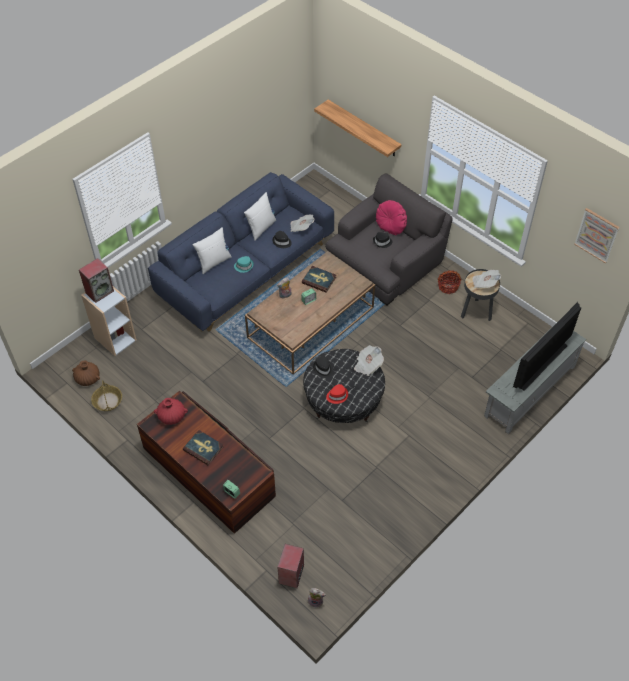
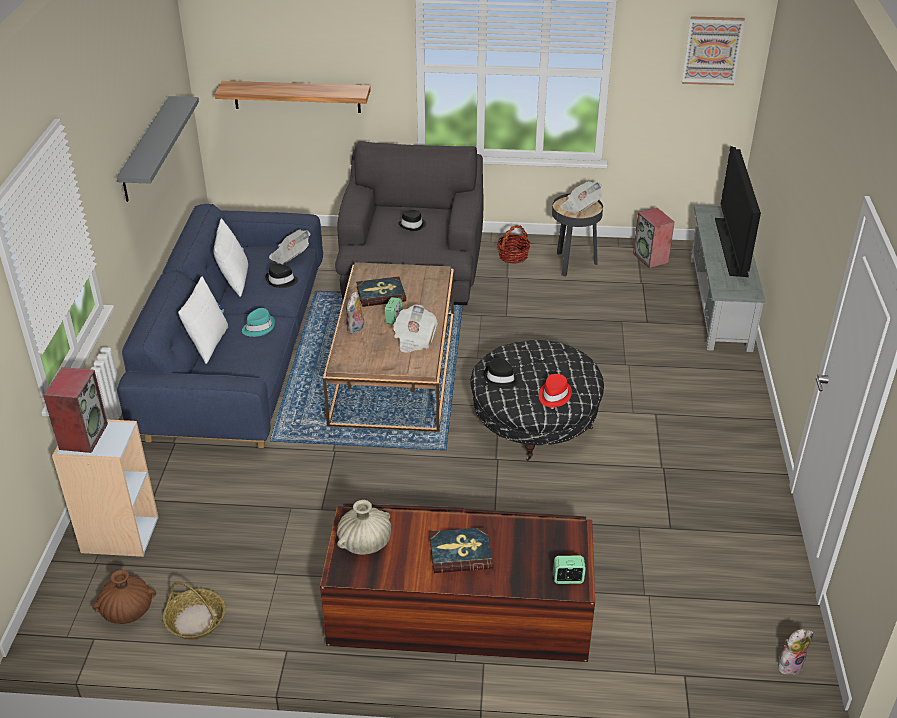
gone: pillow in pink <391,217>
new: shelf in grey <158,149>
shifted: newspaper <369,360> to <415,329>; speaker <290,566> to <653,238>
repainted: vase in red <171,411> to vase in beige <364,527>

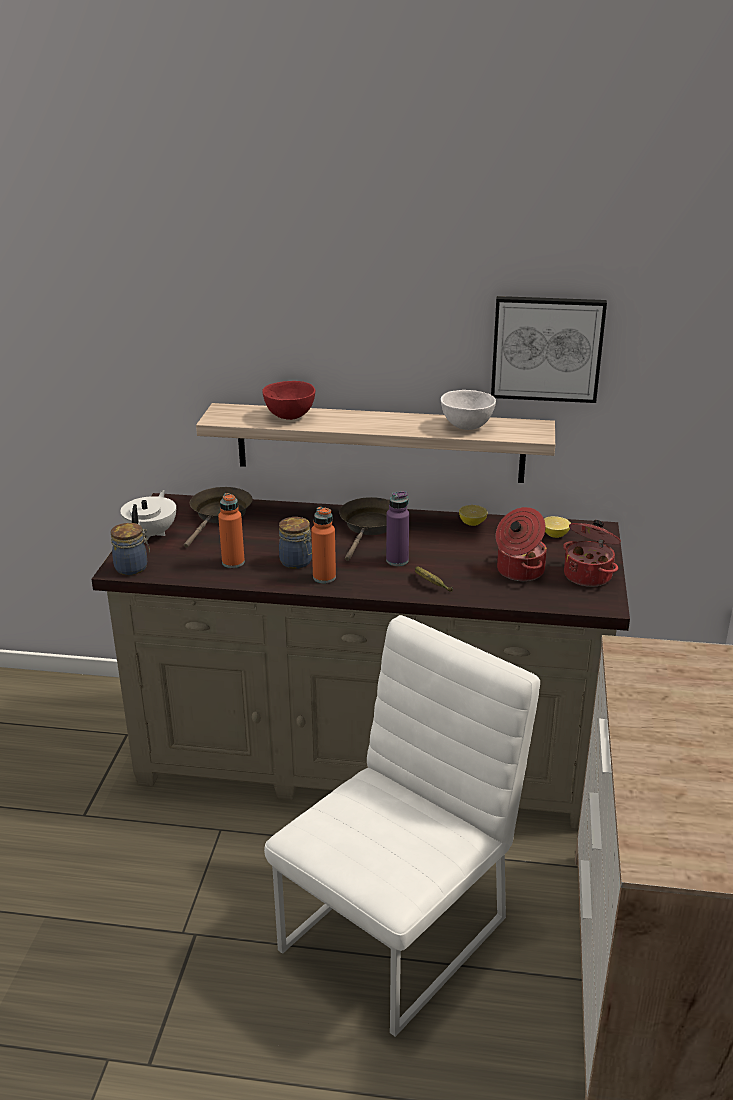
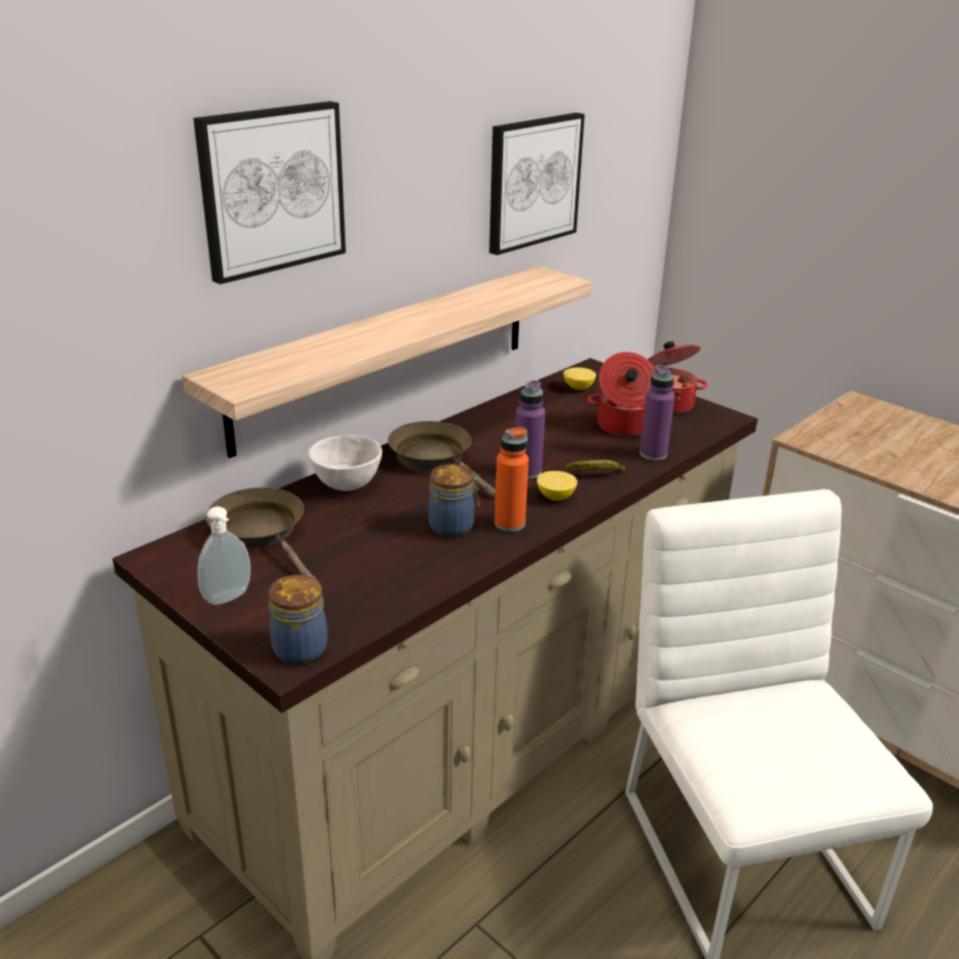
gone: bowl in red <288,400>; bottle in orange <231,530>
new: picture <269,192>; bottle in purple <657,413>
shifted: bowl in white <468,410> to <345,463>; lemon <473,515> to <557,486>
swapped: teapot in white <148,514> to soap dispenser <224,555>

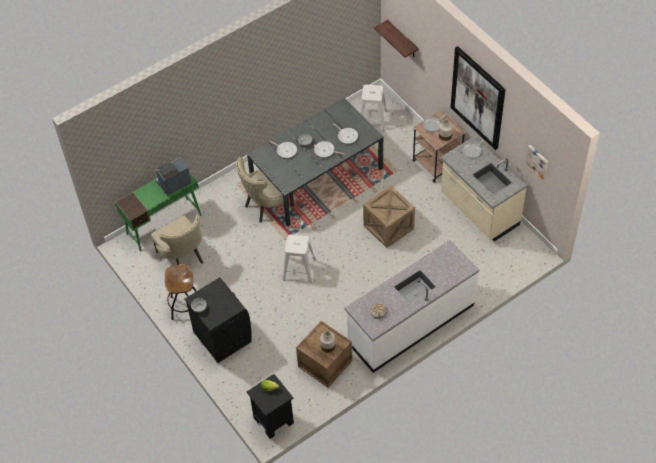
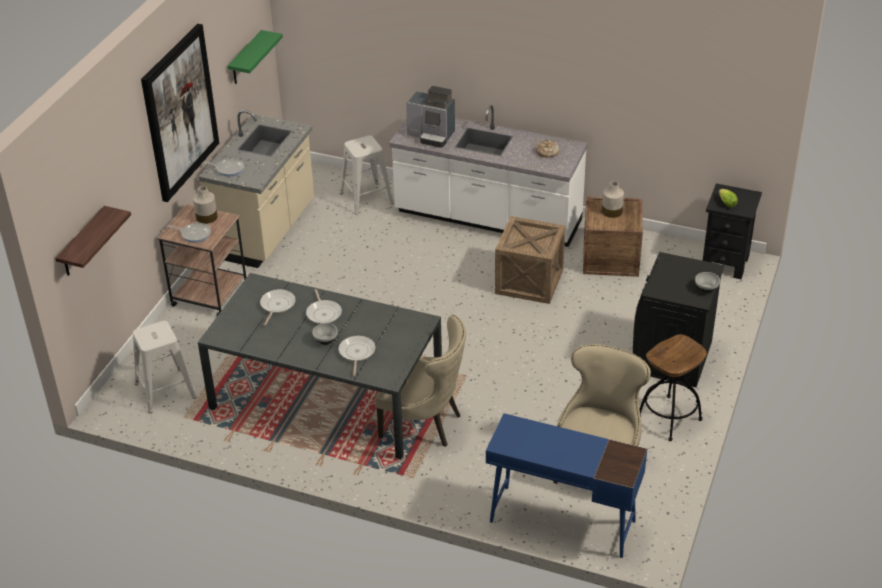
shifted: coffee machine <173,176> to <430,117>; crate <389,217> to <530,260>; stool in white <299,258> to <367,175>
swapped: picture <536,162> to shelf in green <255,57>
repainted: desk in green <158,212> to desk in blue <566,485>

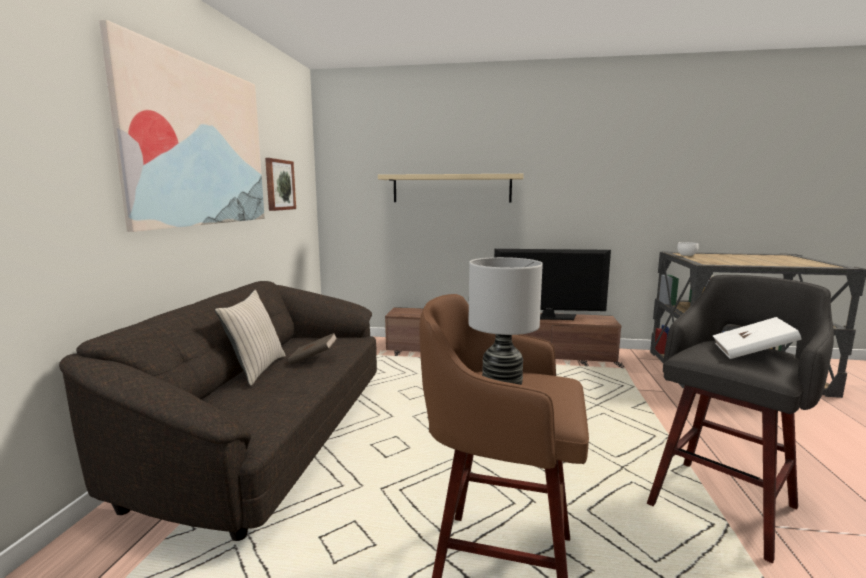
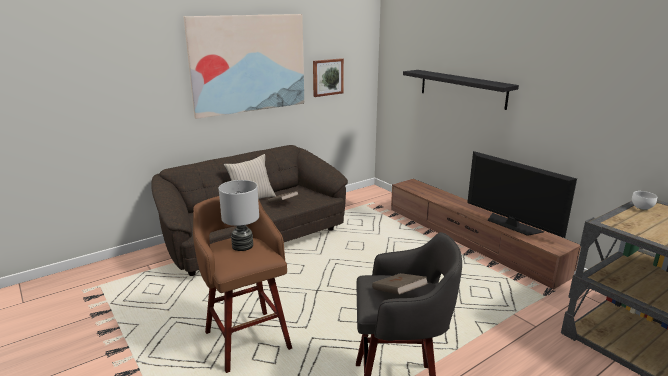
repainted: shelf in beige <451,188> to shelf in black <461,90>; book in white <757,338> to book in brown <400,284>

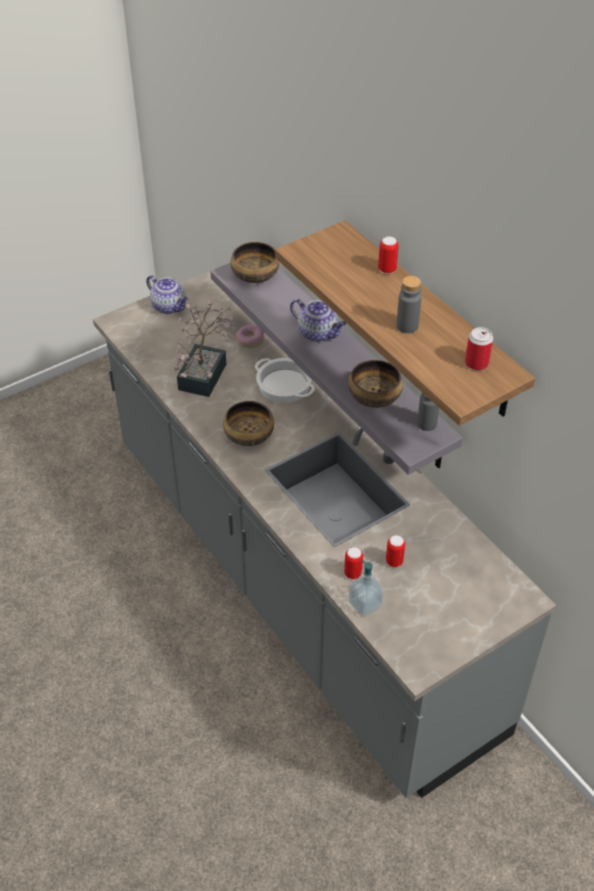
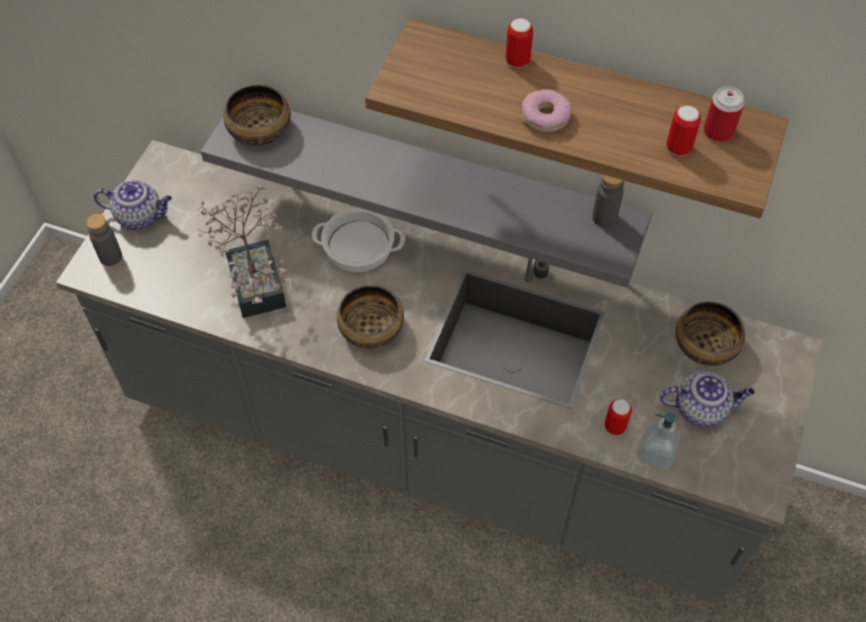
shifted: bottle in grey <409,304> to <104,240>; teapot <318,320> to <707,399>; donut <250,336> to <547,110>; bowl <375,384> to <710,333>; can <395,551> to <683,131>

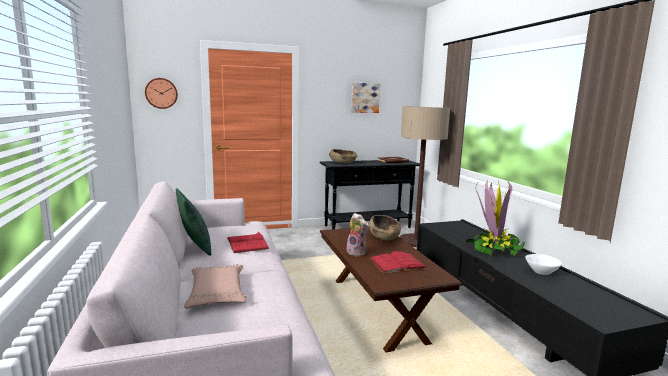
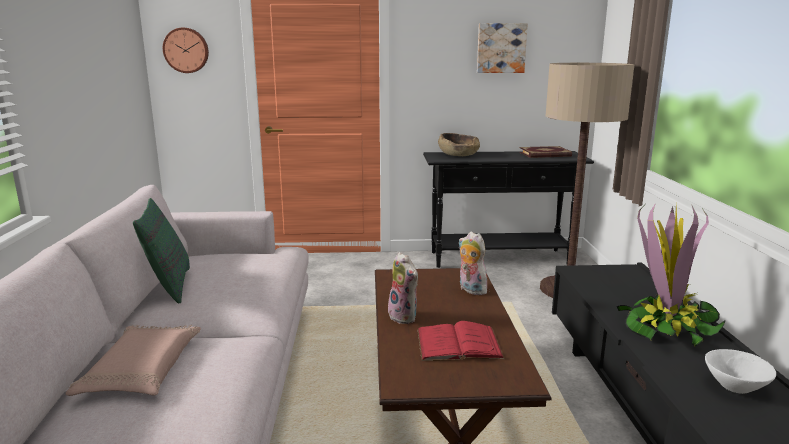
gone: book in red <248,242>
swapped: bowl in brown <385,227> to plush toy <472,263>

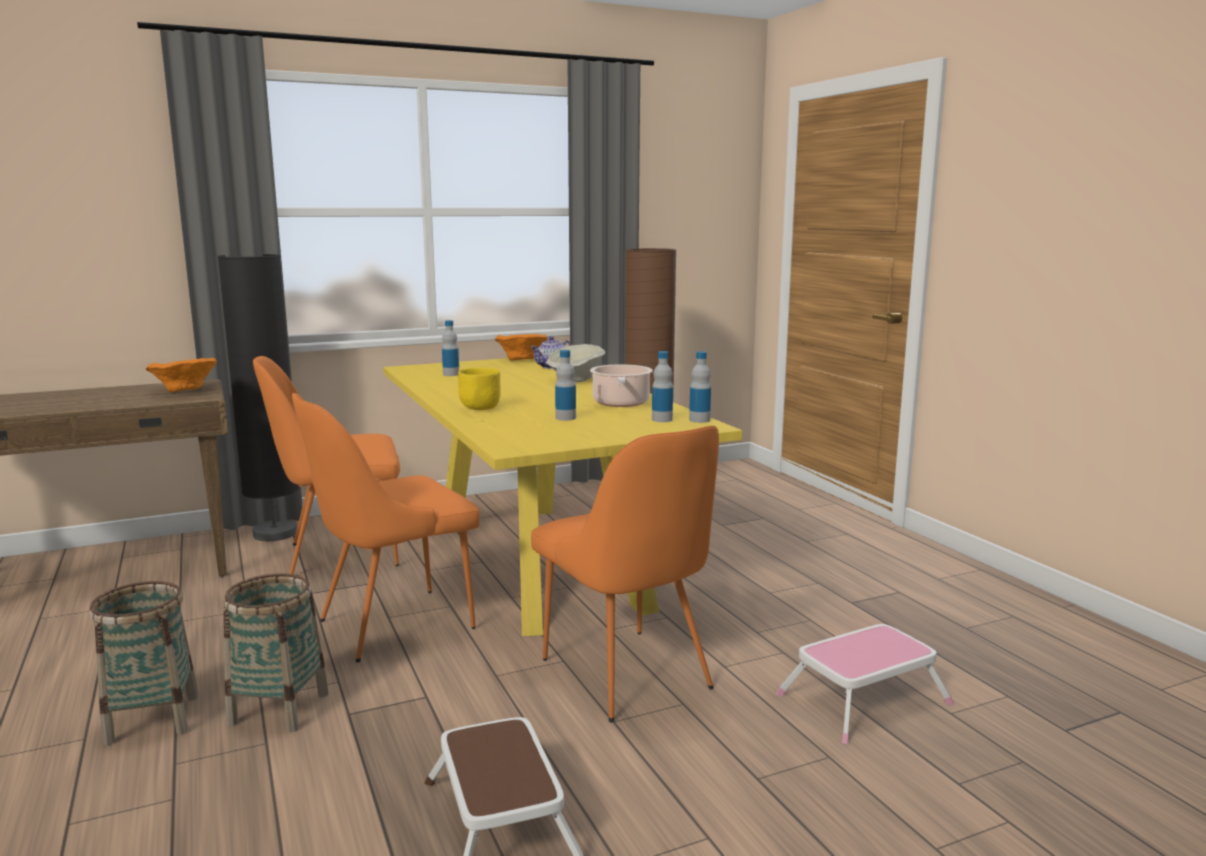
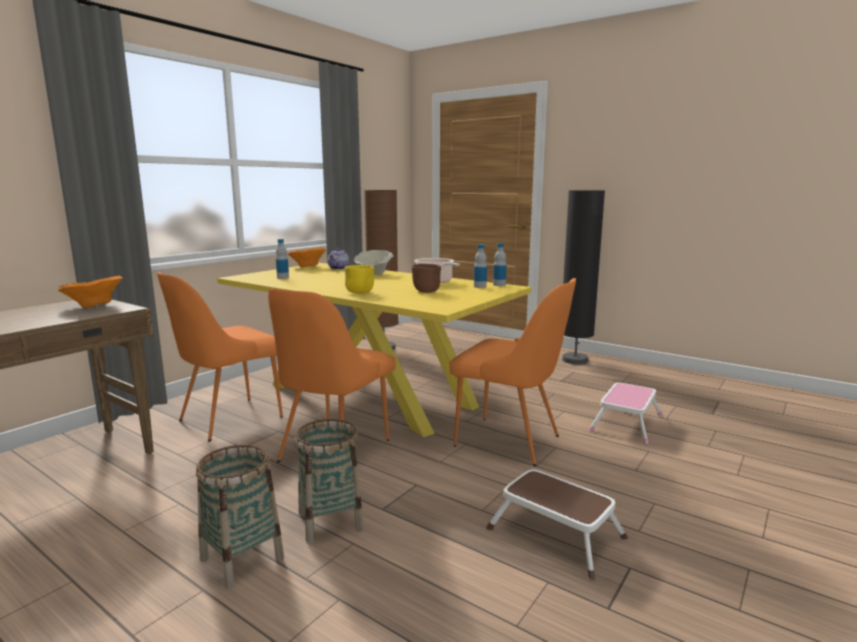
shifted: floor lamp in black <259,397> to <583,277>
swapped: bottle <565,385> to bowl in brown <426,278>

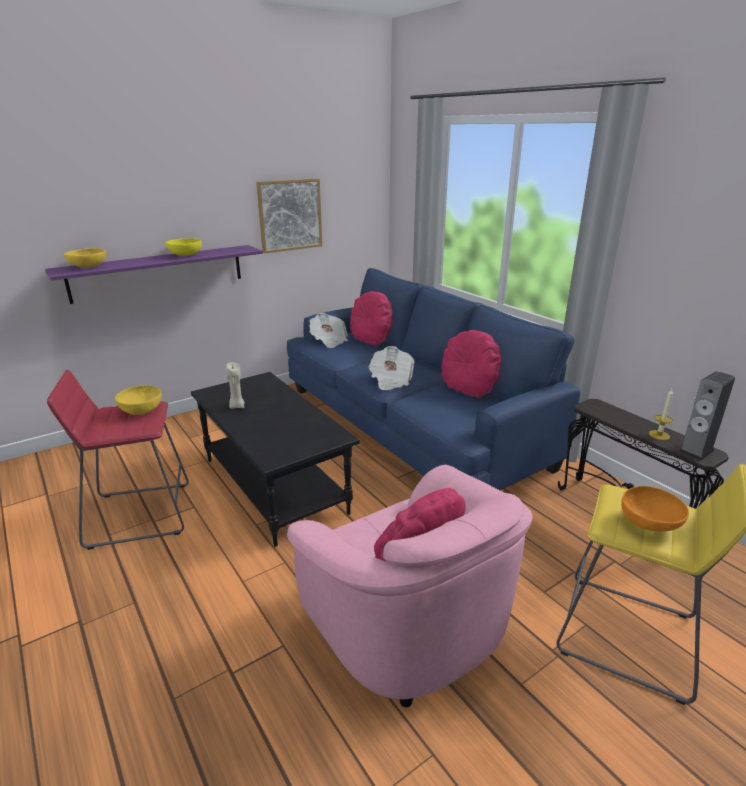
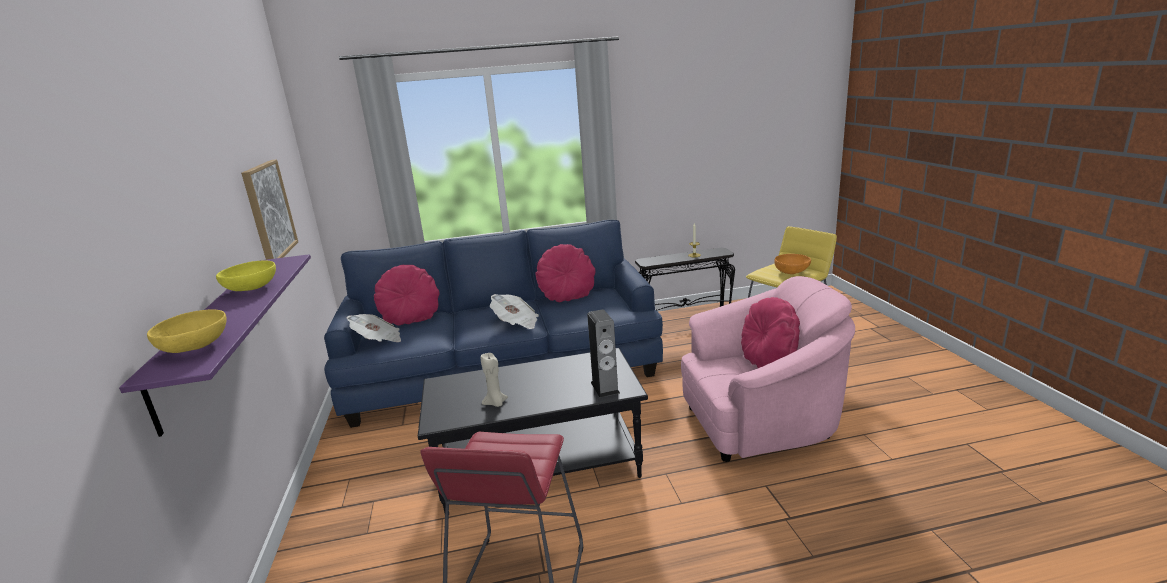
gone: bowl in yellow <138,400>
shifted: speaker <707,416> to <603,353>

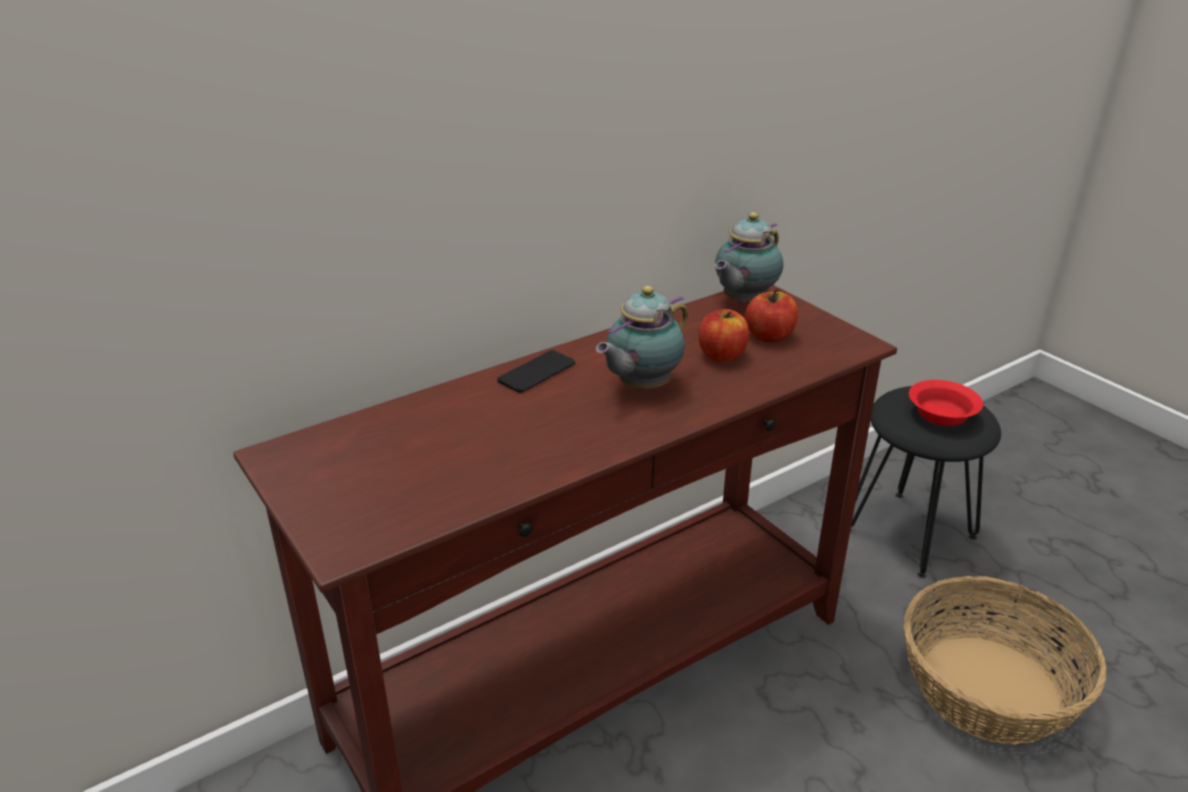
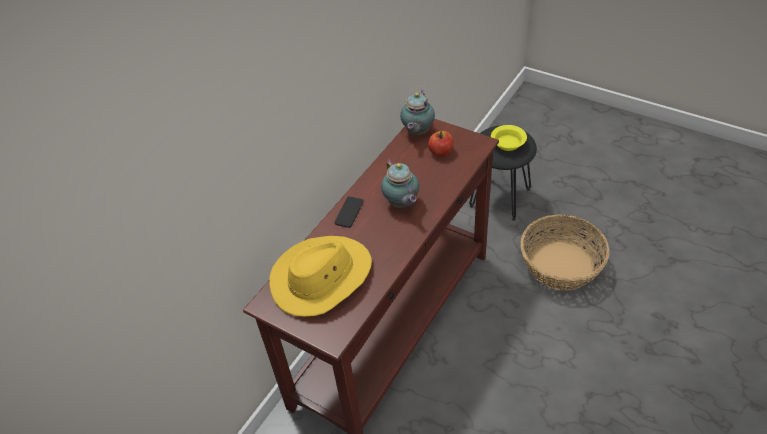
gone: apple <724,335>
new: hat in yellow <320,276>
repainted: bowl in red <946,403> to bowl in yellow <509,138>
rotated: teapot <642,337> = <400,183> 45 degrees counterclockwise

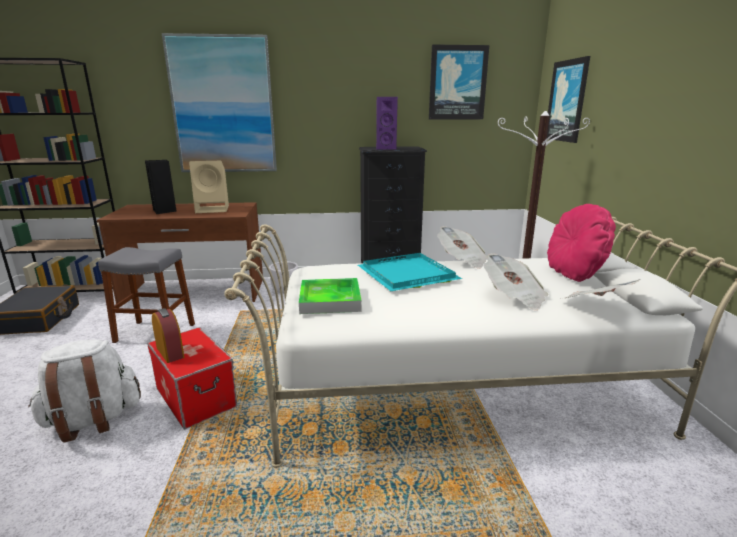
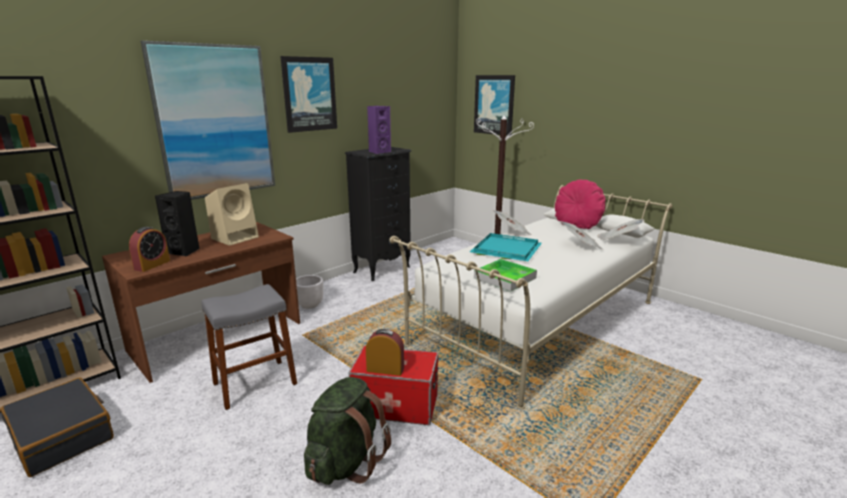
new: alarm clock <149,249>
shifted: picture <459,81> to <308,94>
repainted: backpack in white <84,391> to backpack in green <347,431>

